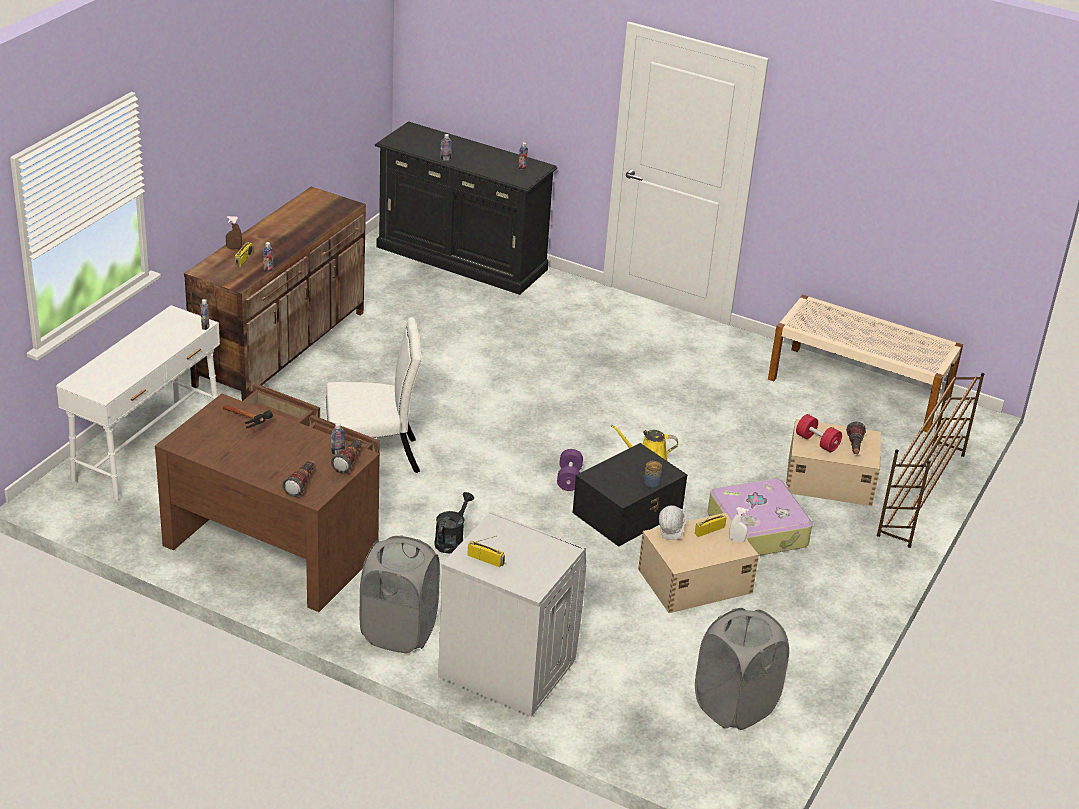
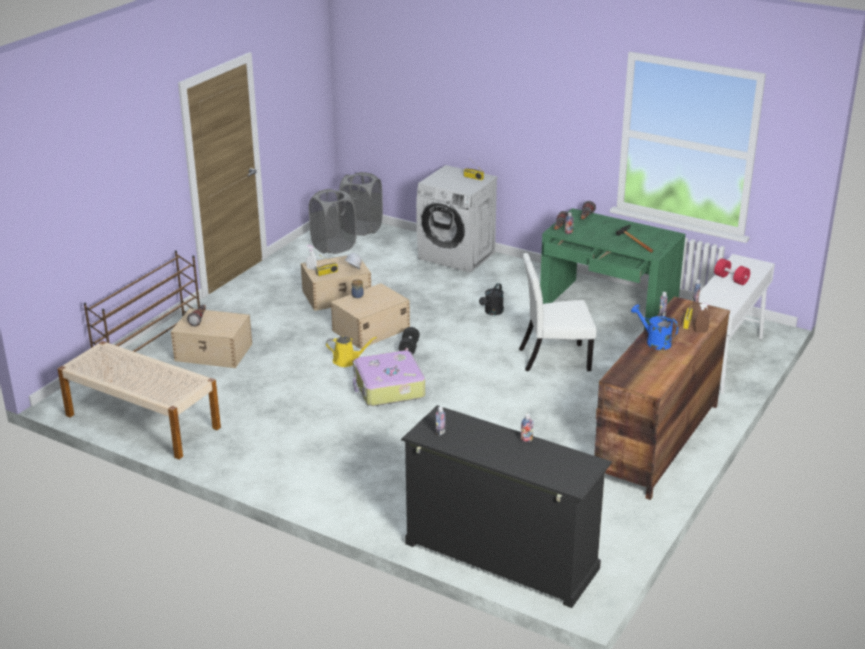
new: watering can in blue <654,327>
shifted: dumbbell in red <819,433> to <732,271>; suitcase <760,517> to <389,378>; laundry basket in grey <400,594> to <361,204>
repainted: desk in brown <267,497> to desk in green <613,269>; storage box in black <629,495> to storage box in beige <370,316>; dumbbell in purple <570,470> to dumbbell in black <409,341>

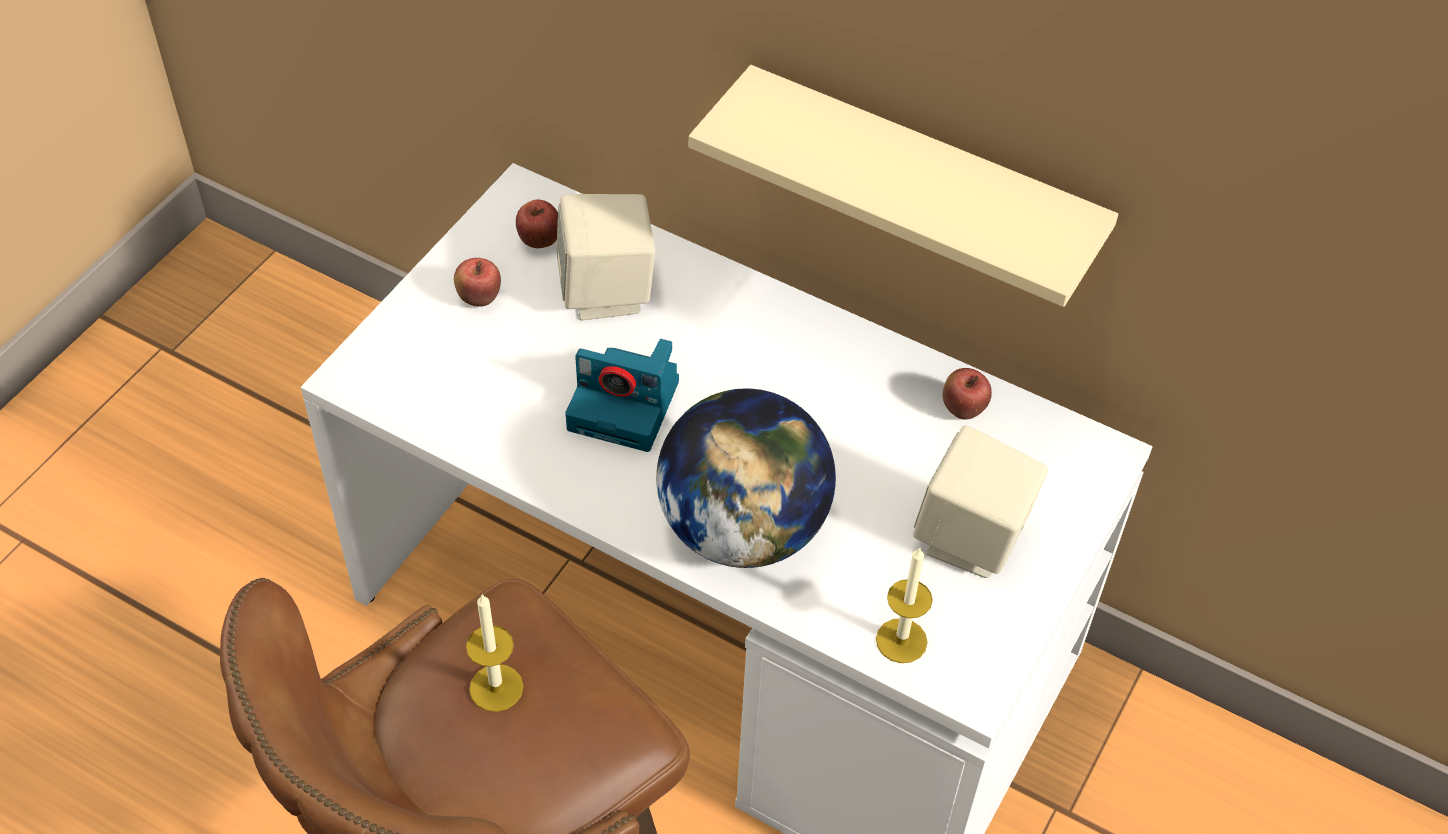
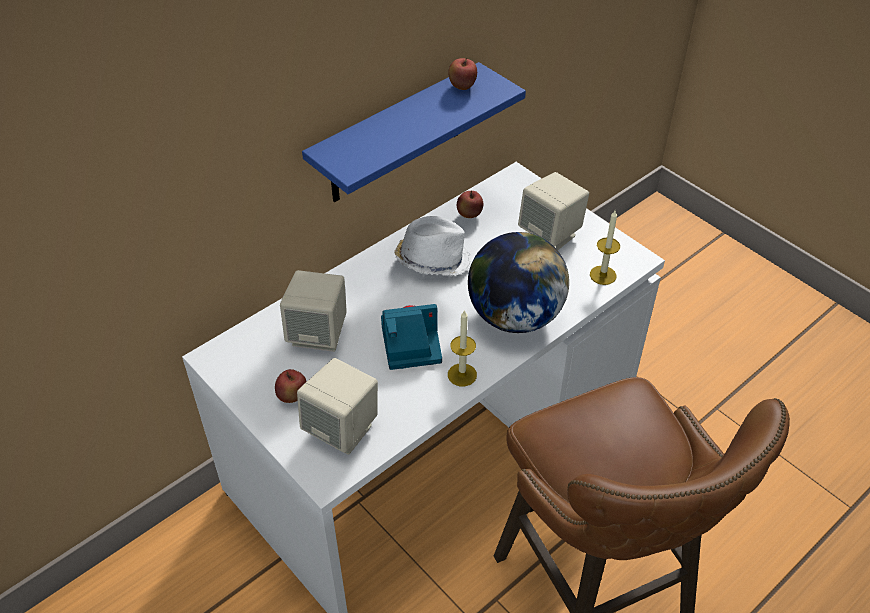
new: hat in white <432,246>; speaker in beige <337,406>
shifted: apple <537,223> to <462,74>; candle <494,653> to <462,348>
repainted: shelf in beige <903,186> to shelf in blue <414,132>
rotated: photo camera <622,395> = <411,337> 135 degrees counterclockwise

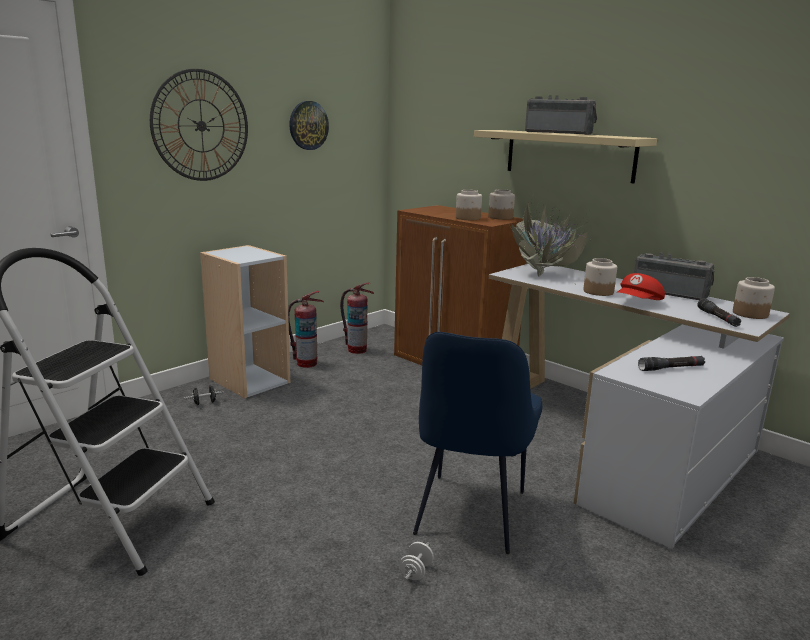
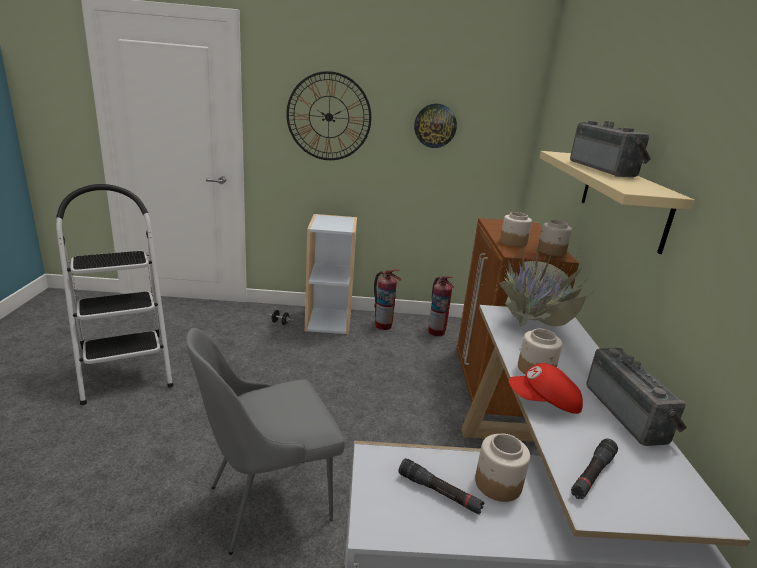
gone: dumbbell in white <416,561>
shifted: jar <754,298> to <502,468>
repainted: chair in blue <477,443> to chair in grey <266,441>

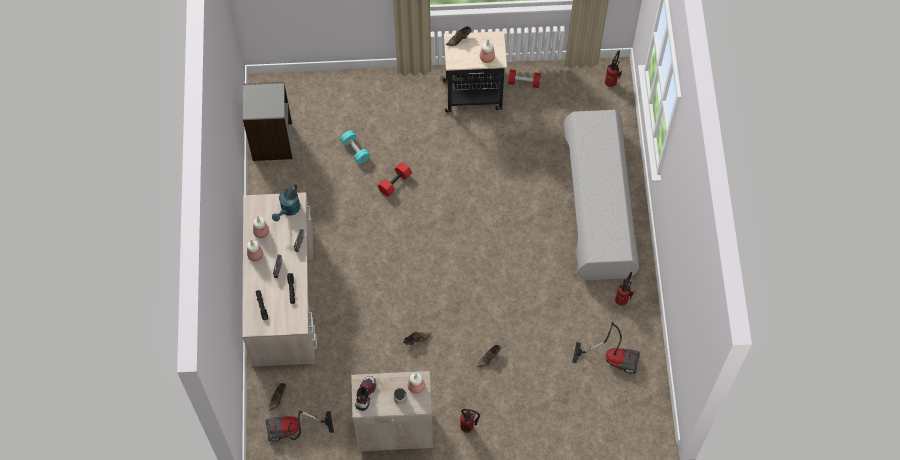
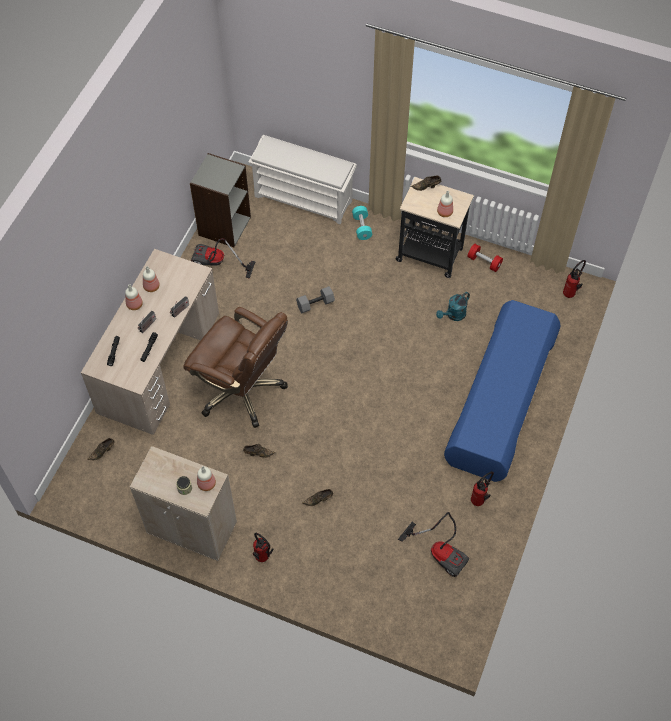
gone: boot <365,393>
new: shoe rack in white <302,179>; office chair in brown <235,367>
shifted: dumbbell in turquoise <355,147> to <362,223>; watering can in turquoise <286,203> to <453,306>; vacuum cleaner <299,426> to <223,258>
repainted: bench in grey <601,195> to bench in blue <502,391>; dumbbell in red <395,179> to dumbbell in grey <315,299>

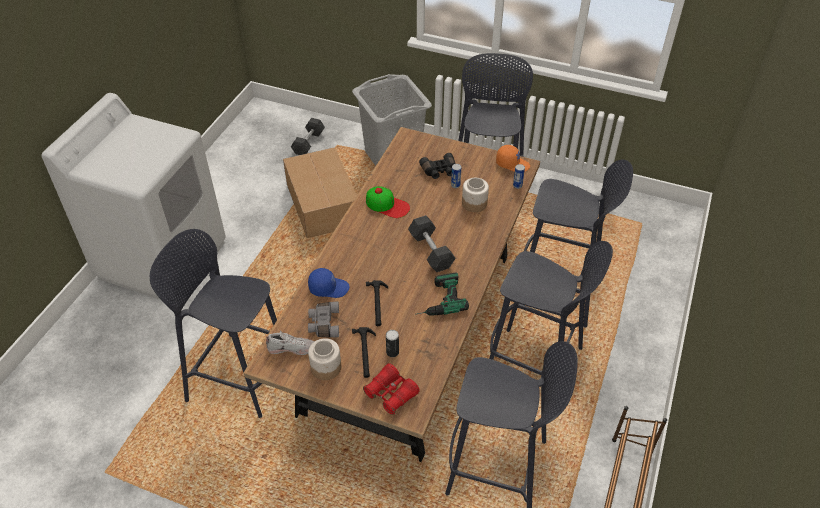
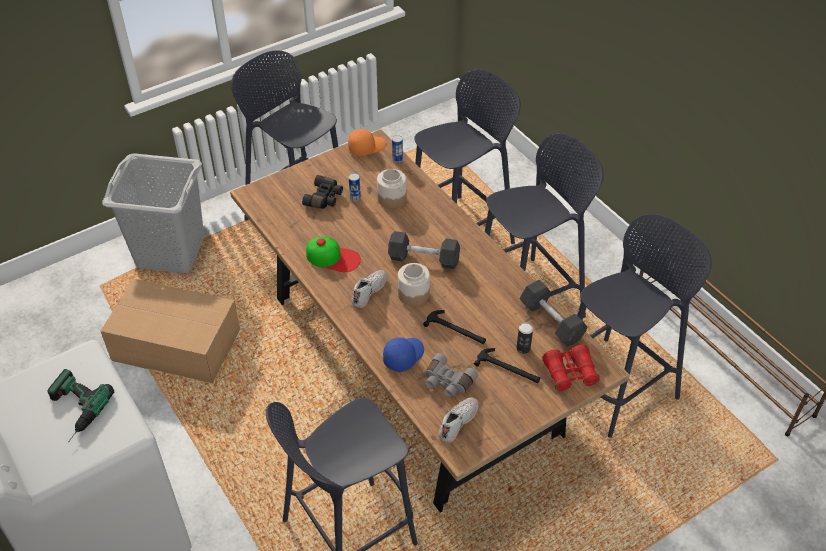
new: shoe in white <369,289>
shifted: dumbbell in grey <308,136> to <553,313>; power drill <443,294> to <81,405>; jar <324,359> to <414,284>
rotated: cap <388,202> = <333,254> 45 degrees clockwise

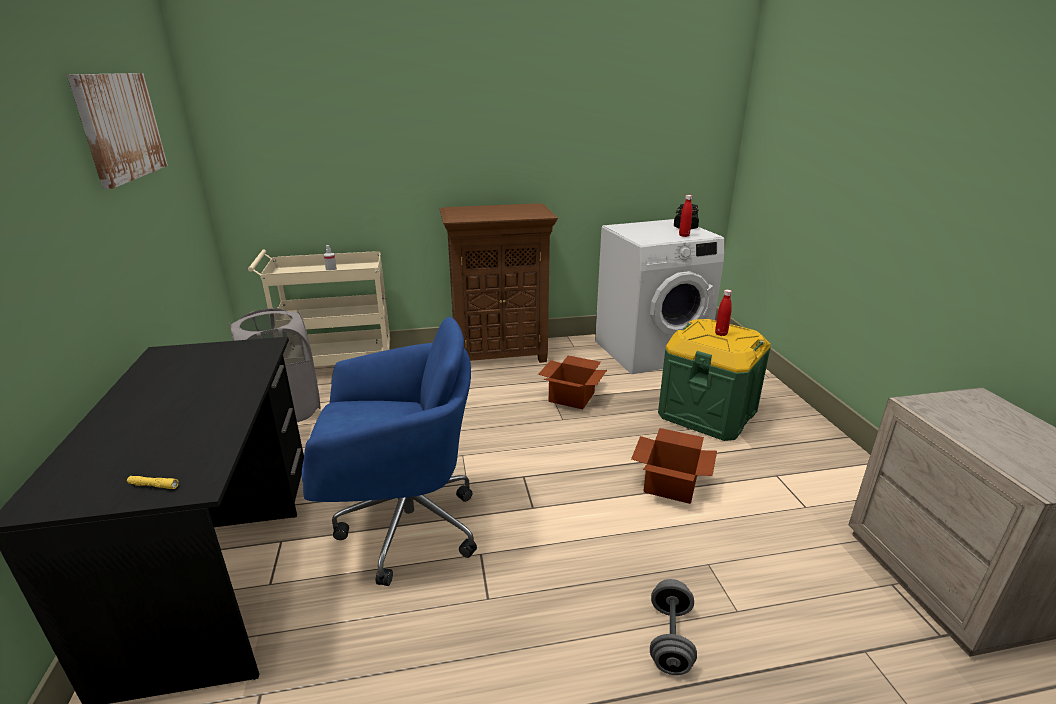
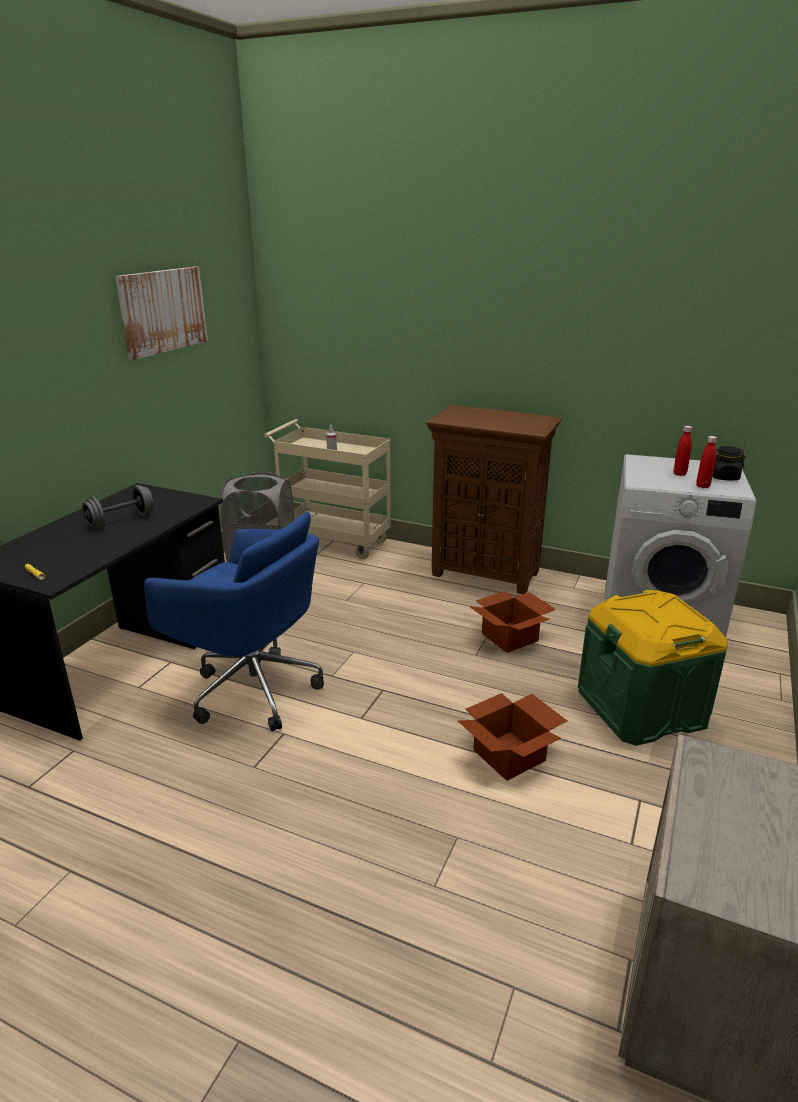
shifted: bottle in red <723,313> to <682,451>; dumbbell in grey <673,627> to <118,506>

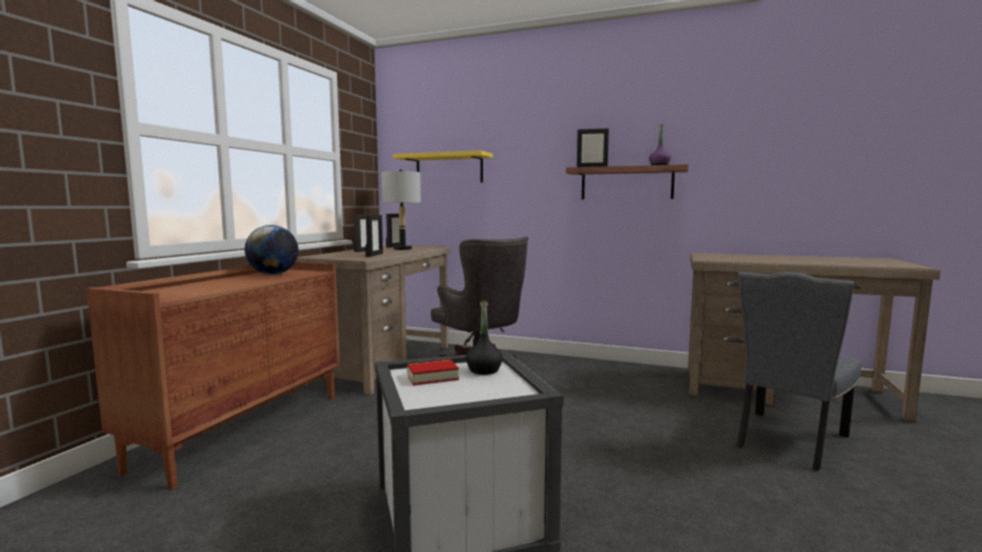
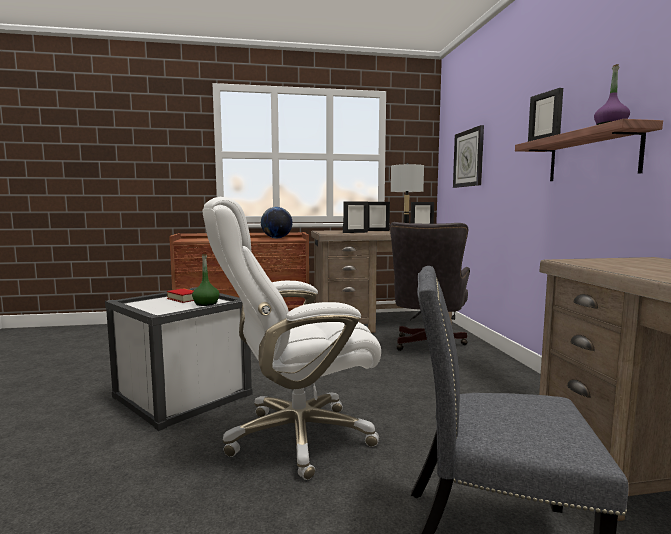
new: office chair in white <292,338>
swapped: shelf in yellow <443,167> to wall clock <468,156>
repainted: bottle in black <484,338> to bottle in green <206,280>

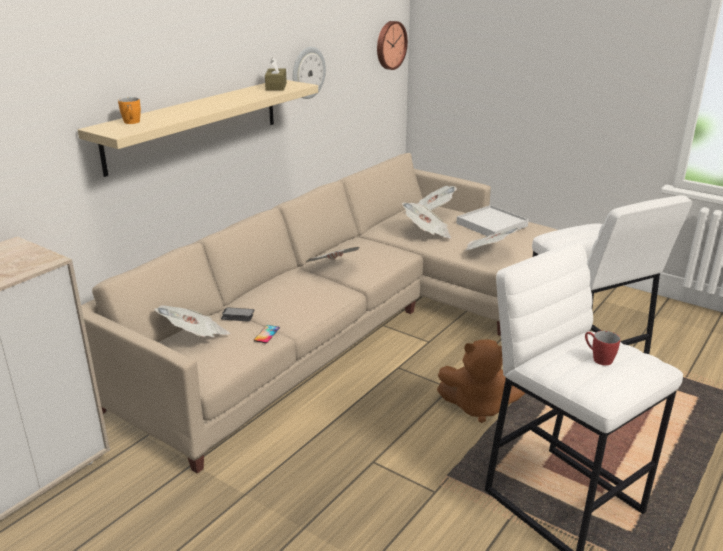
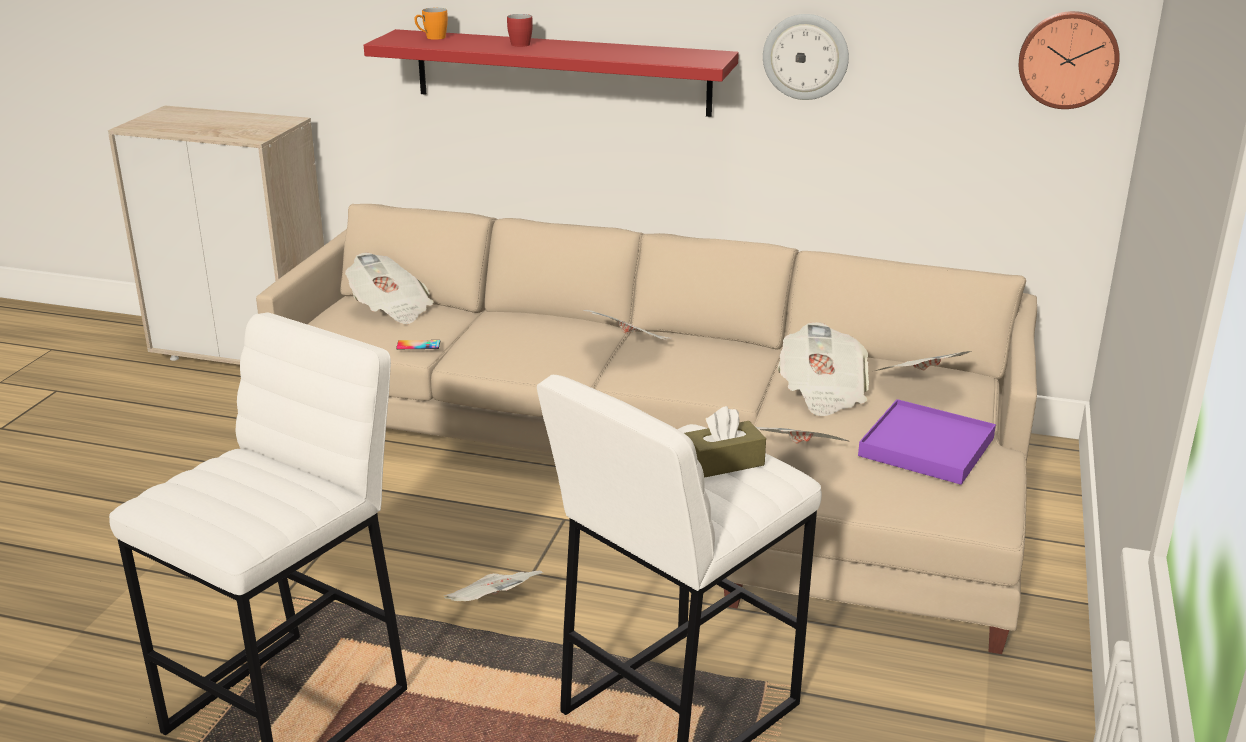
gone: phone <237,314>
shifted: tissue box in brown <276,74> to <725,442>; mug in red <602,348> to <520,30>
swapped: plush toy in brown <481,381> to newspaper <493,585>
repainted: shelf in beige <198,128> to shelf in red <551,73>; tray in white <492,220> to tray in purple <927,442>

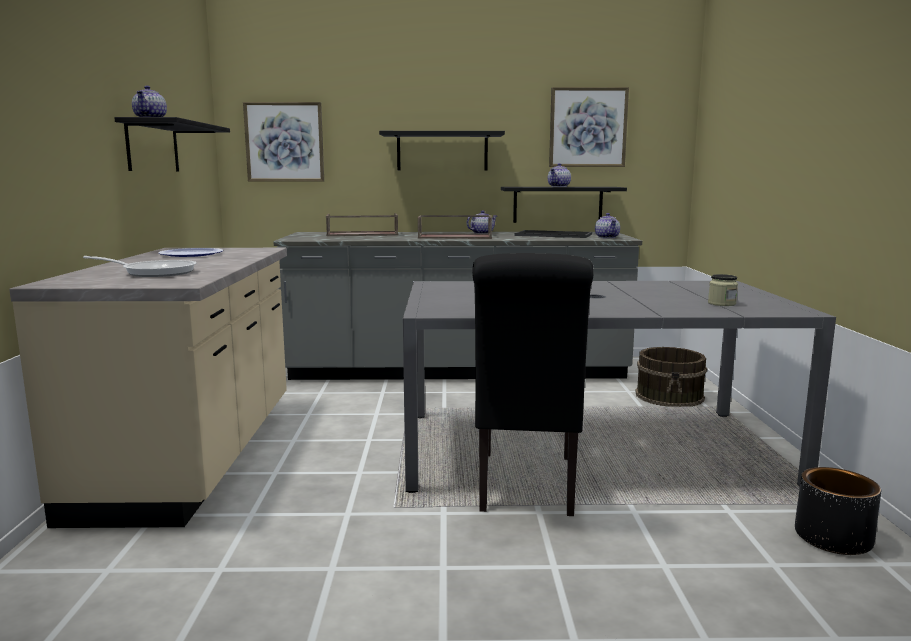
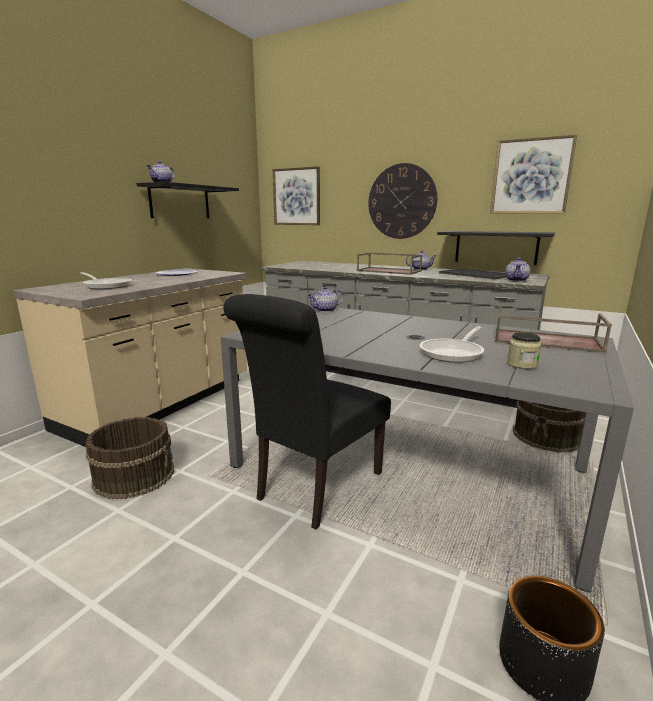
new: frying pan <452,344>; bucket in brown <129,458>
shifted: teapot <559,175> to <325,299>; tray in brown <362,224> to <553,330>
swapped: shelf in black <442,150> to wall clock <402,201>

